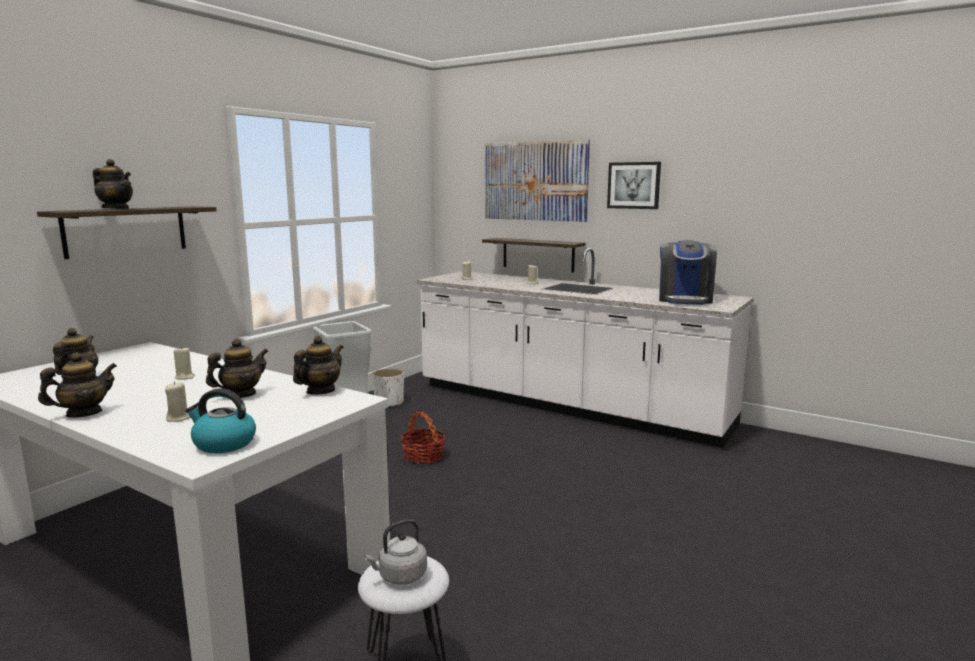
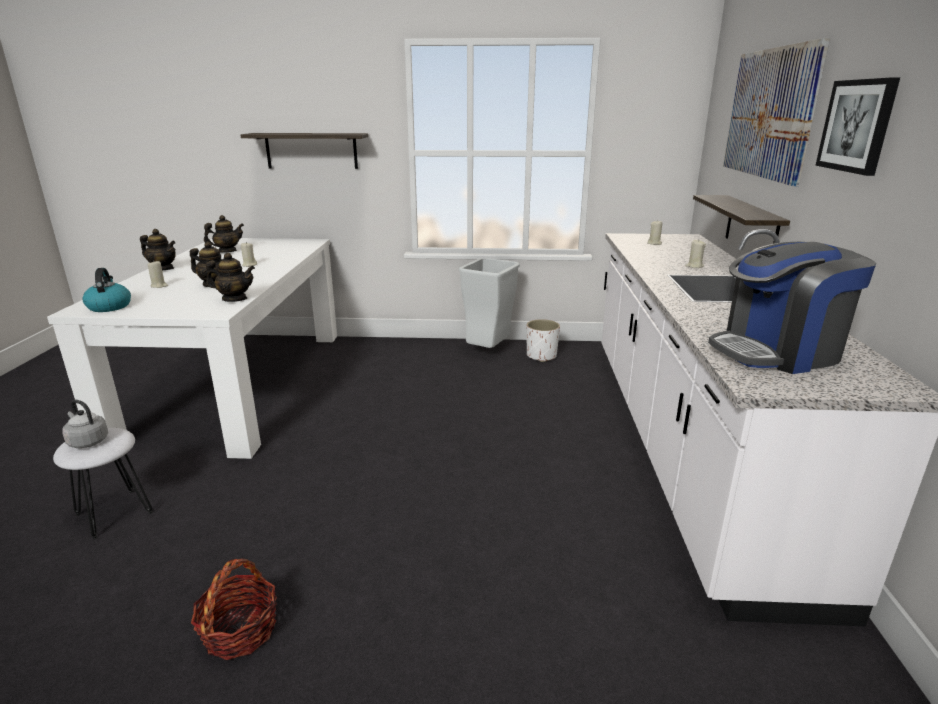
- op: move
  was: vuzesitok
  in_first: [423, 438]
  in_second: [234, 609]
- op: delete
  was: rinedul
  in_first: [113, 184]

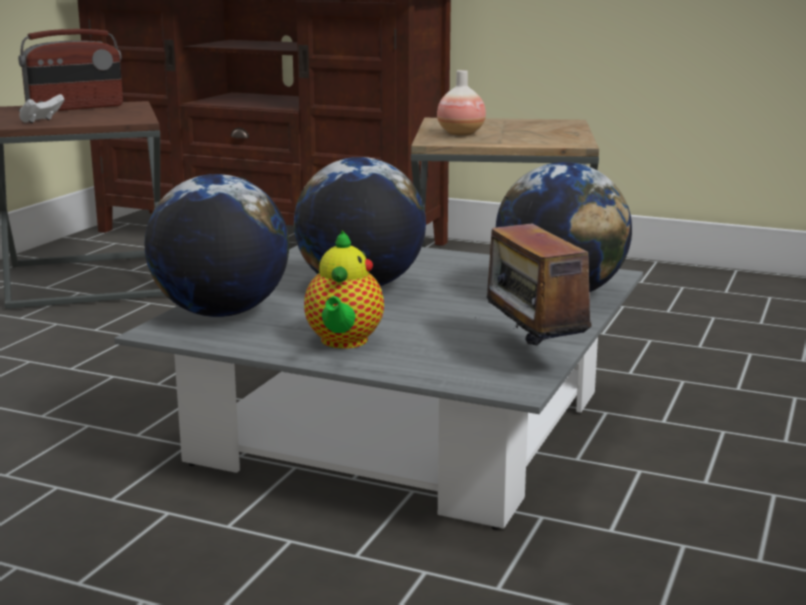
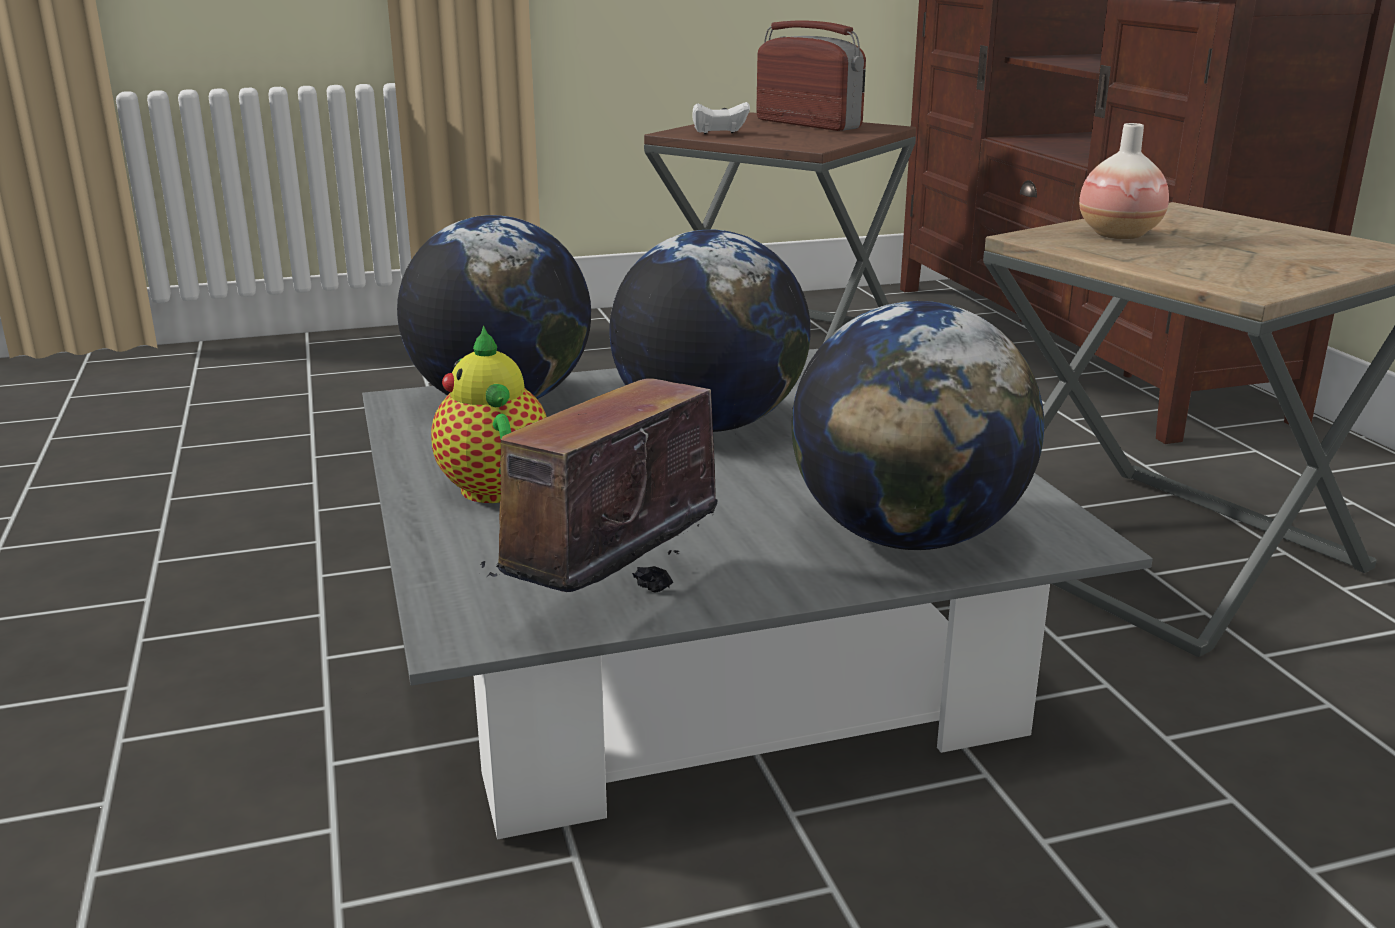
- op: rotate
  was: rinedul
  in_first: [344, 289]
  in_second: [489, 414]
  clockwise: 105
- op: rotate
  was: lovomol
  in_first: [70, 70]
  in_second: [811, 75]
  clockwise: -150

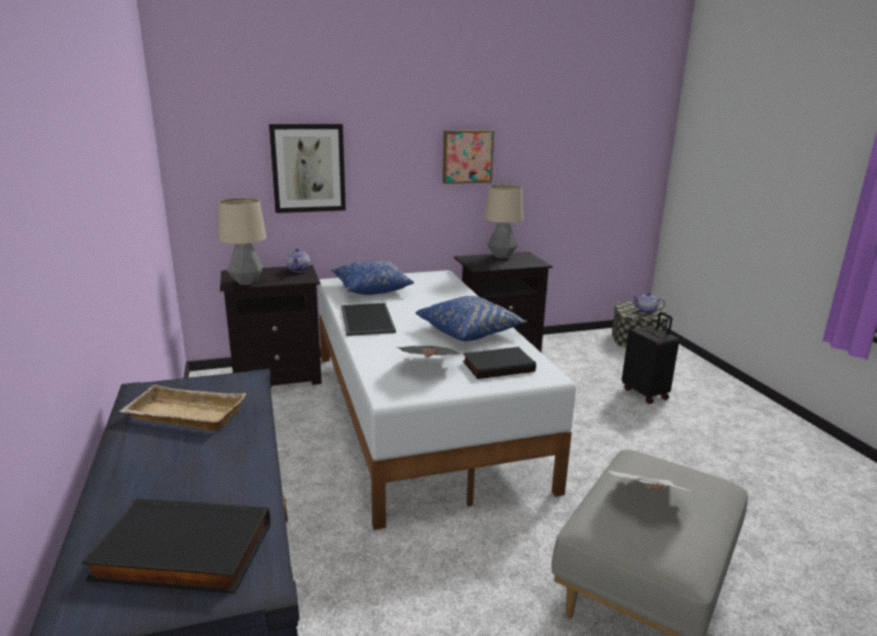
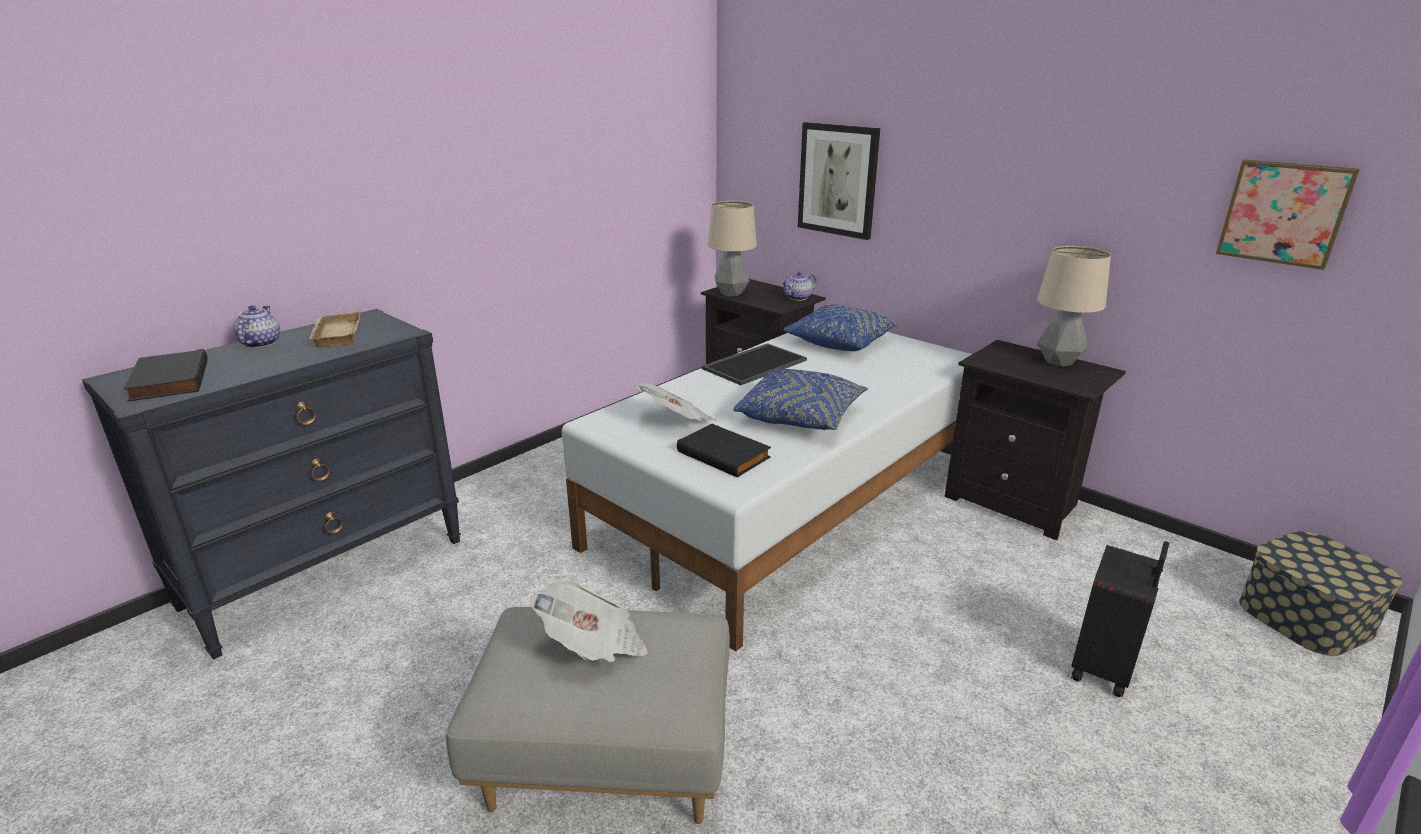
- op: move
  was: rinedul
  in_first: [648, 303]
  in_second: [256, 326]
- op: move
  was: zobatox
  in_first: [468, 157]
  in_second: [1288, 215]

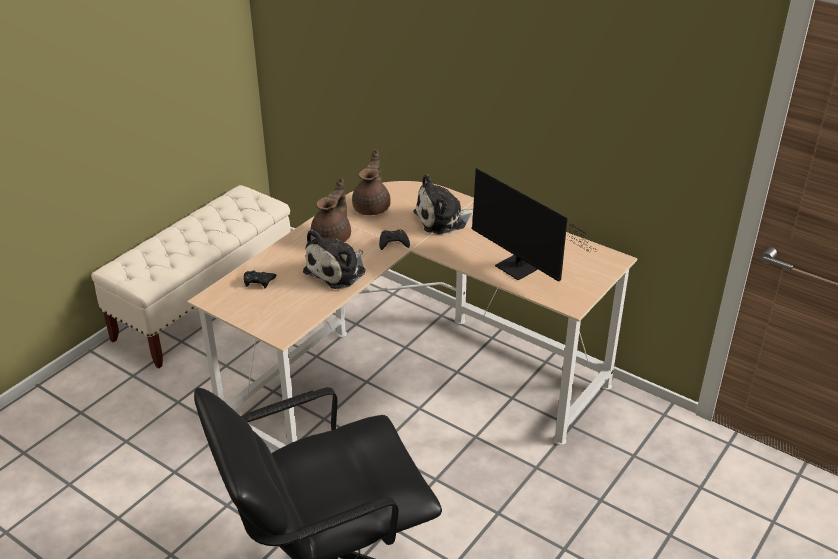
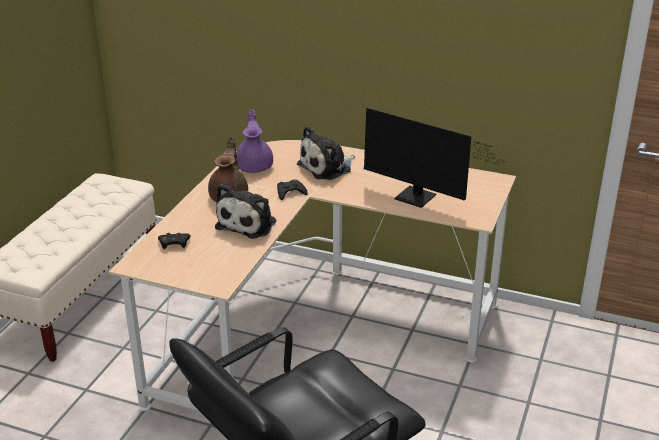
- op: recolor
  was: brown rinedul
  now: purple rinedul
  in_first: [371, 182]
  in_second: [254, 141]

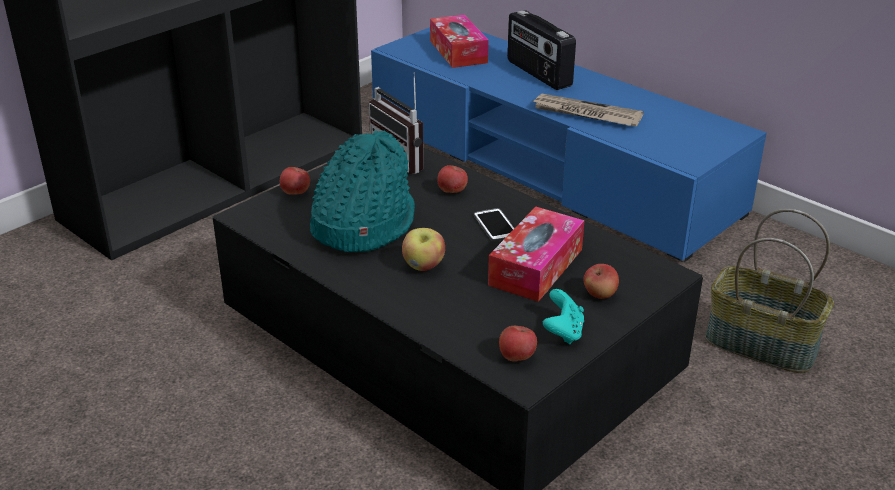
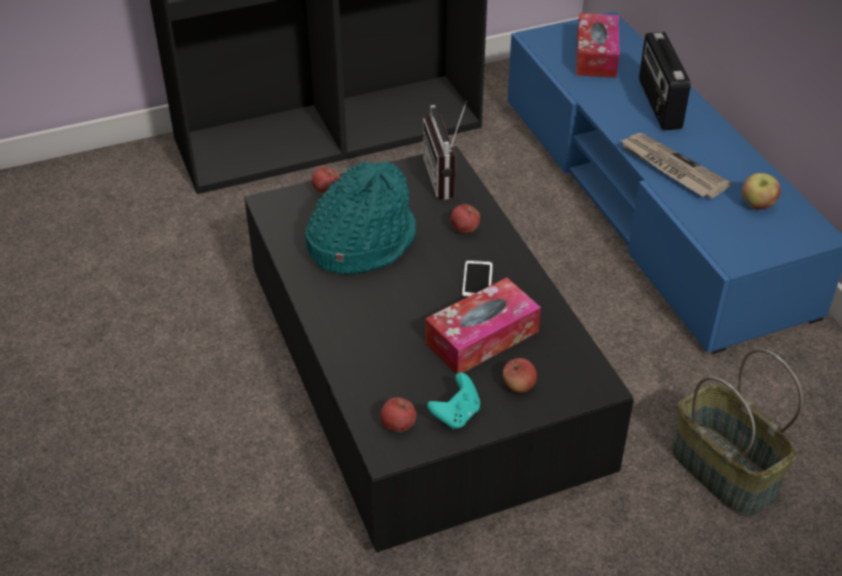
- op: move
  was: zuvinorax
  in_first: [423, 249]
  in_second: [761, 191]

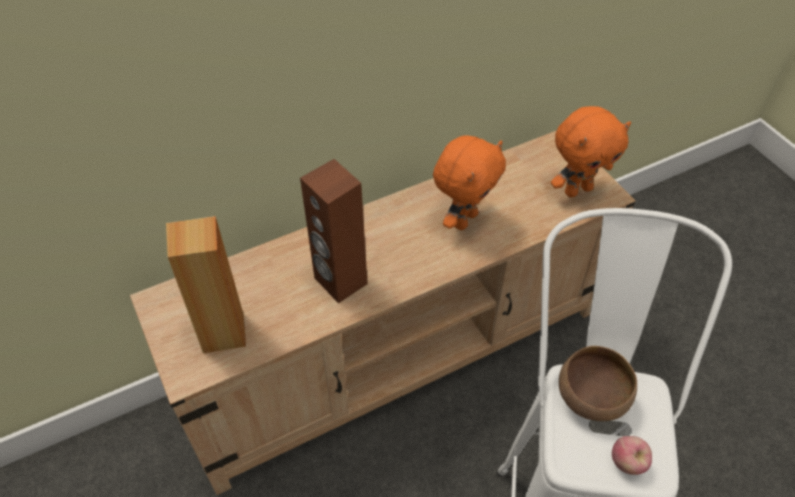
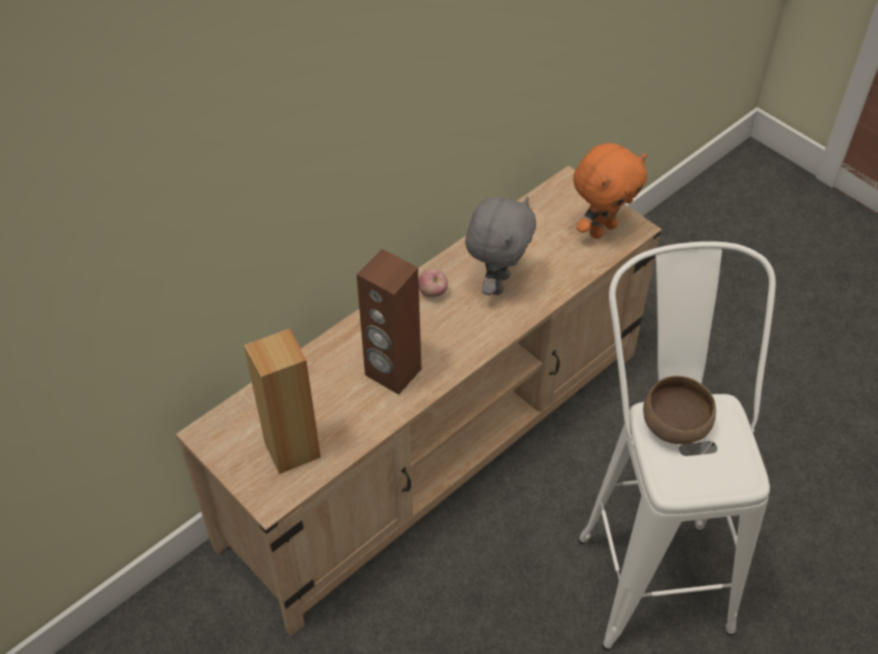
- op: move
  was: zuvinorax
  in_first: [632, 455]
  in_second: [433, 283]
- op: recolor
  was: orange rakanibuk
  now: grey rakanibuk
  in_first: [469, 182]
  in_second: [500, 245]

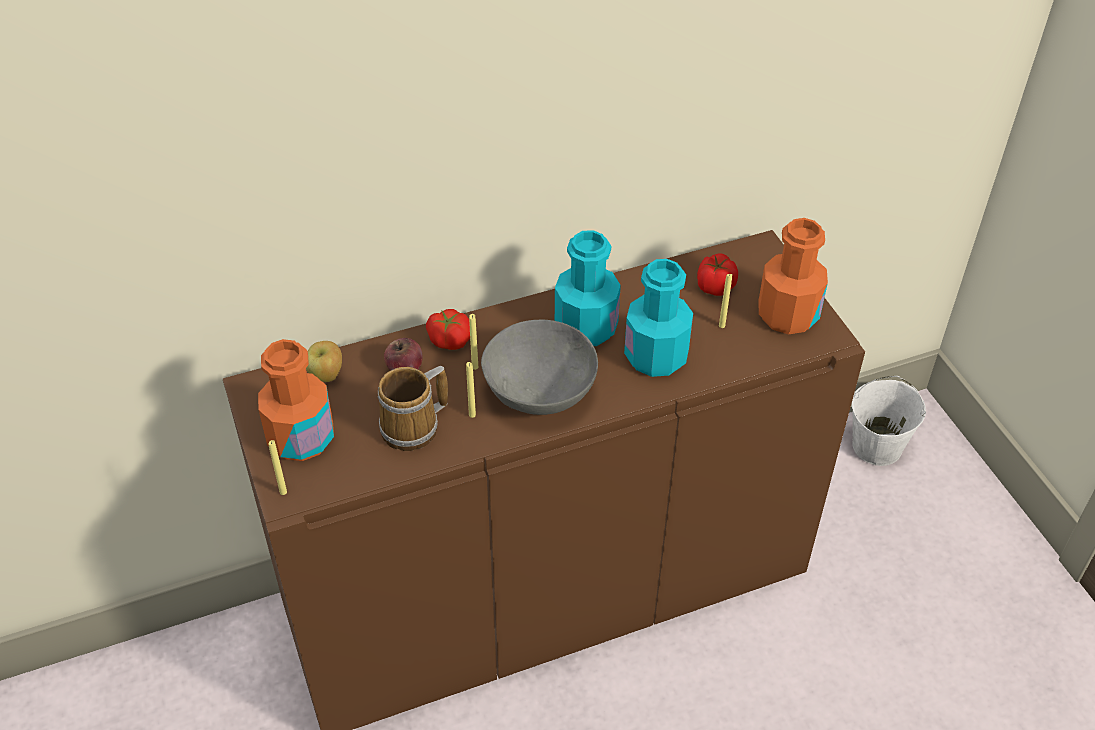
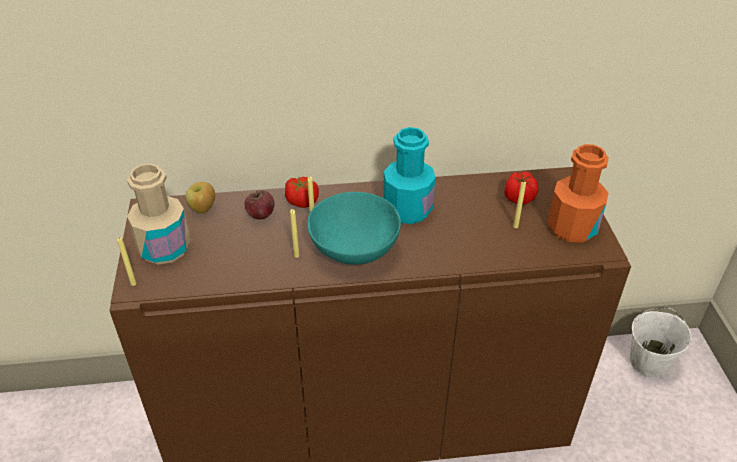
- op: recolor
  was: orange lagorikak
  now: beige lagorikak
  in_first: [296, 400]
  in_second: [159, 214]
- op: recolor
  was: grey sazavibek
  now: turquoise sazavibek
  in_first: [539, 367]
  in_second: [354, 228]
- op: delete
  was: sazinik
  in_first: [413, 408]
- op: delete
  was: turquoise lagorikak
  in_first: [658, 318]

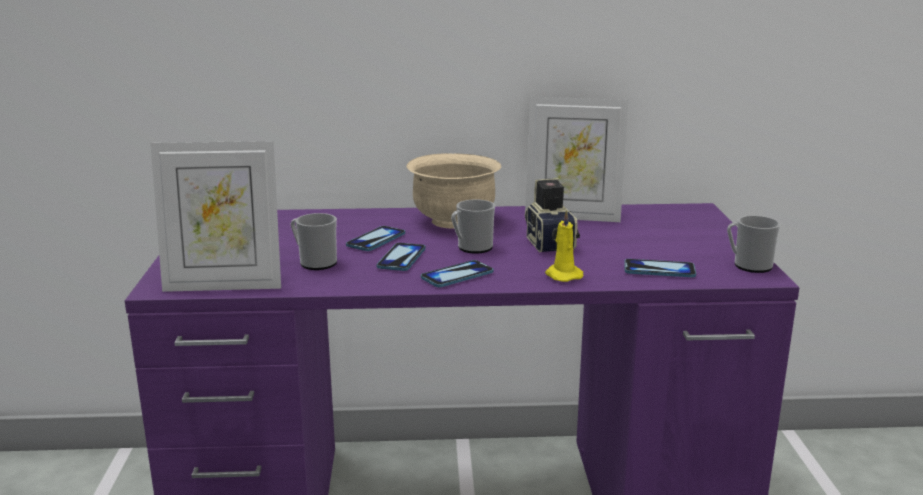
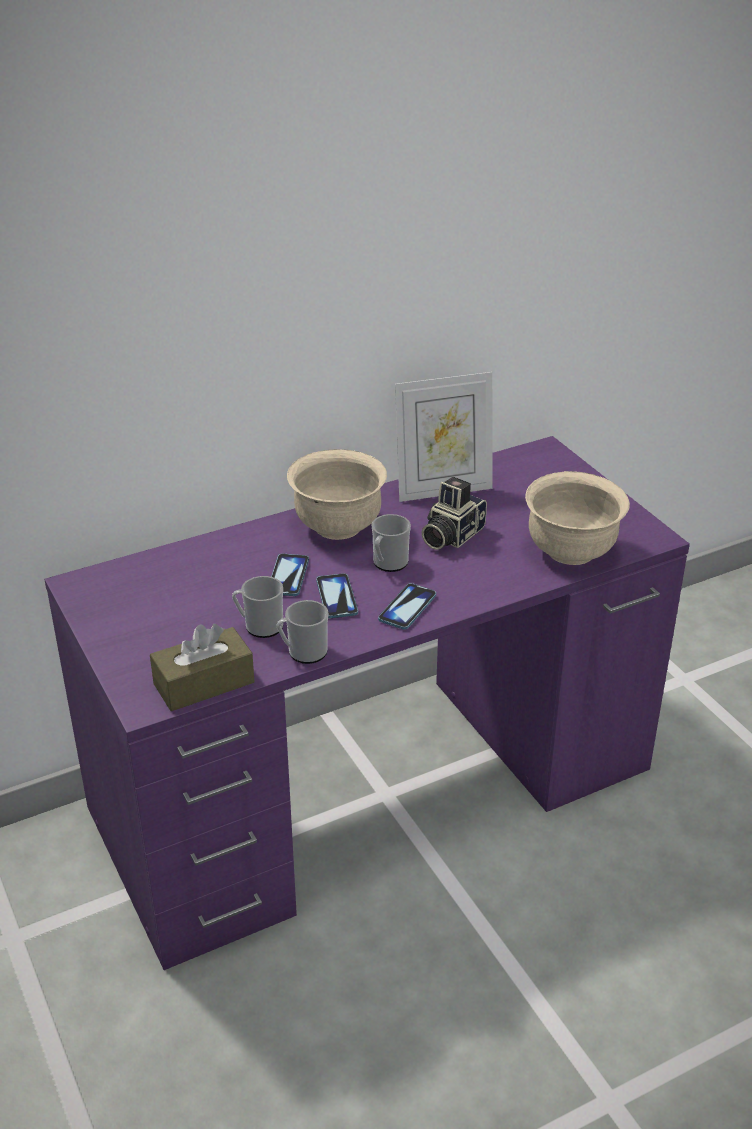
- op: replace
  was: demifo
  now: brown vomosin
  in_first: [215, 216]
  in_second: [202, 667]
- op: move
  was: sazinik
  in_first: [754, 244]
  in_second: [302, 632]
- op: rotate
  was: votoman
  in_first: [552, 215]
  in_second: [454, 513]
  clockwise: -105
- op: replace
  was: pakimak
  now: beige sazavibek
  in_first: [660, 268]
  in_second: [577, 518]
- op: delete
  was: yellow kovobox
  in_first: [564, 245]

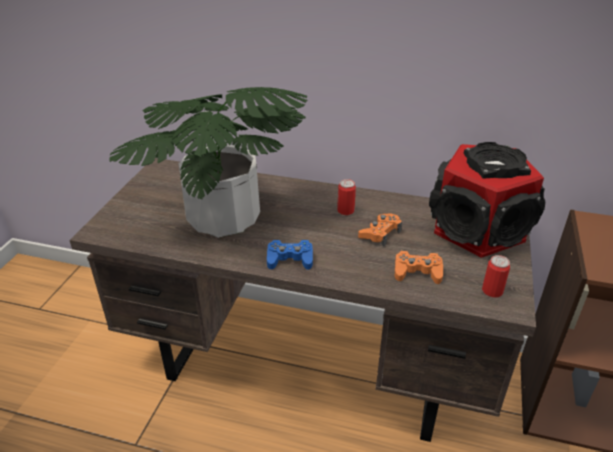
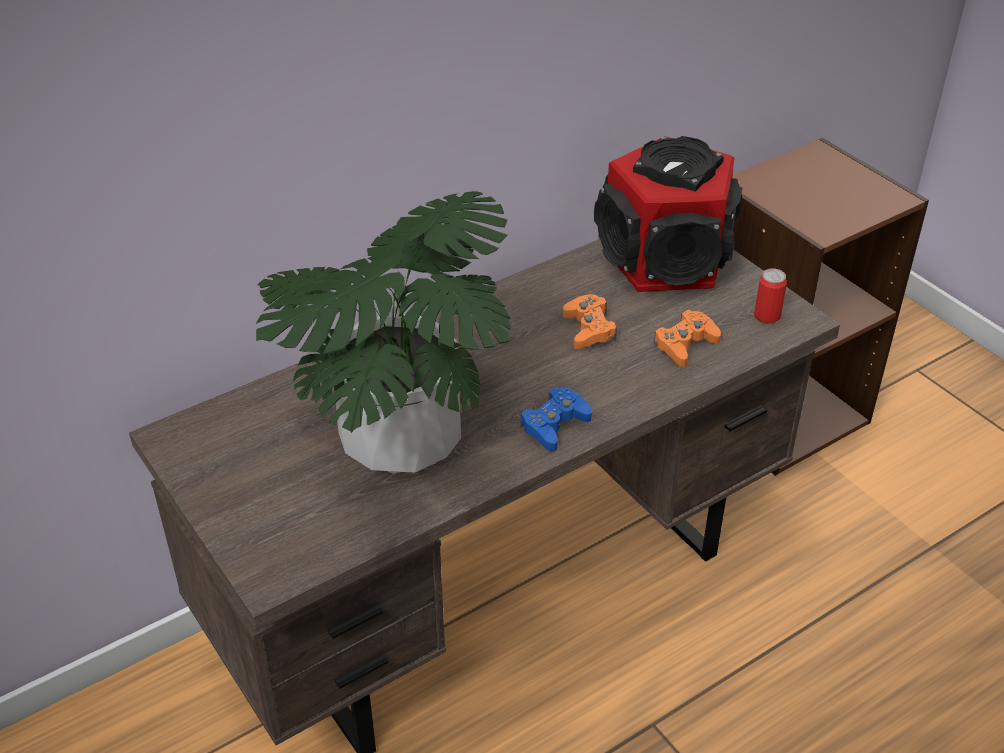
- op: delete
  was: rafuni
  in_first: [346, 197]

